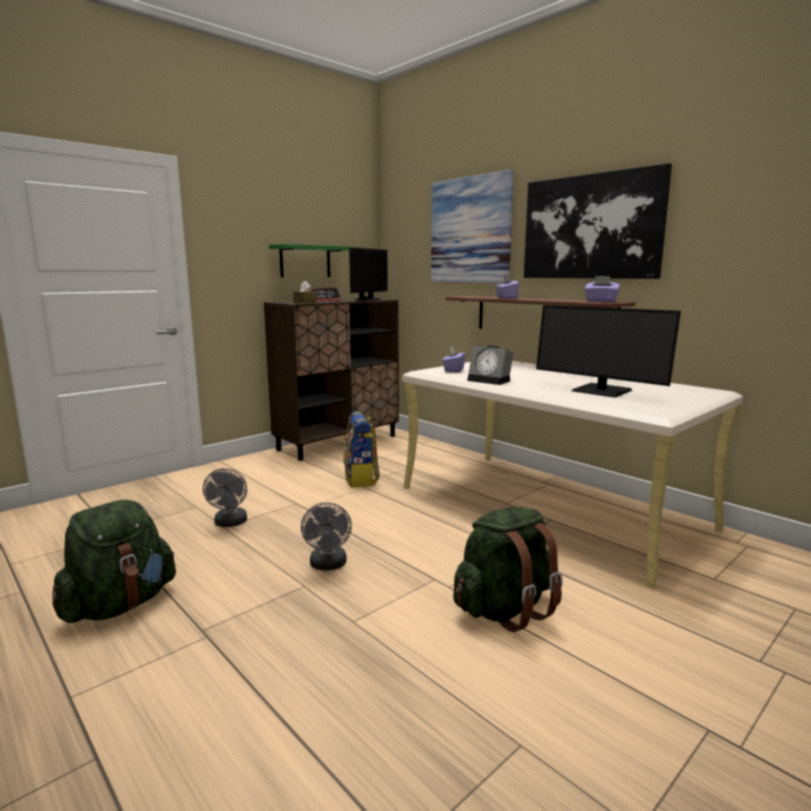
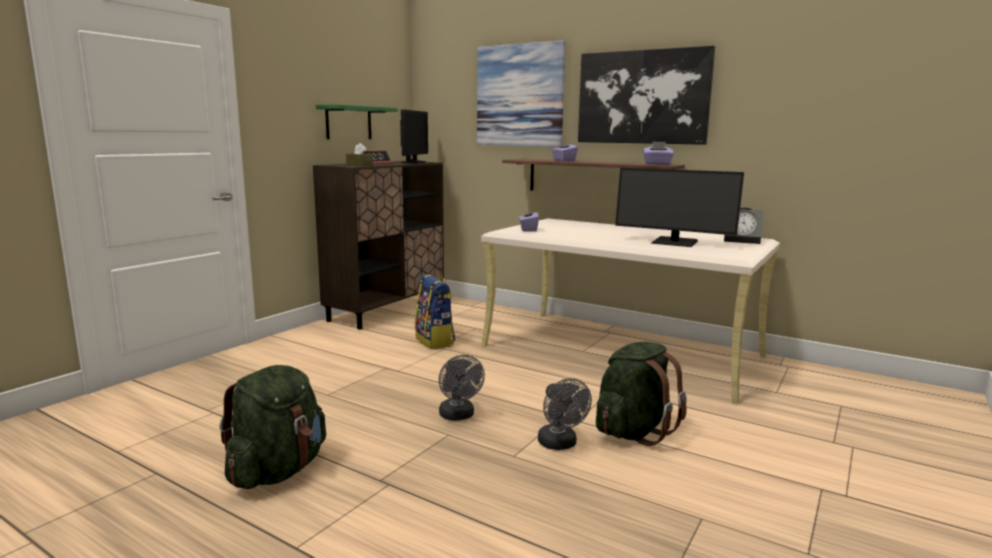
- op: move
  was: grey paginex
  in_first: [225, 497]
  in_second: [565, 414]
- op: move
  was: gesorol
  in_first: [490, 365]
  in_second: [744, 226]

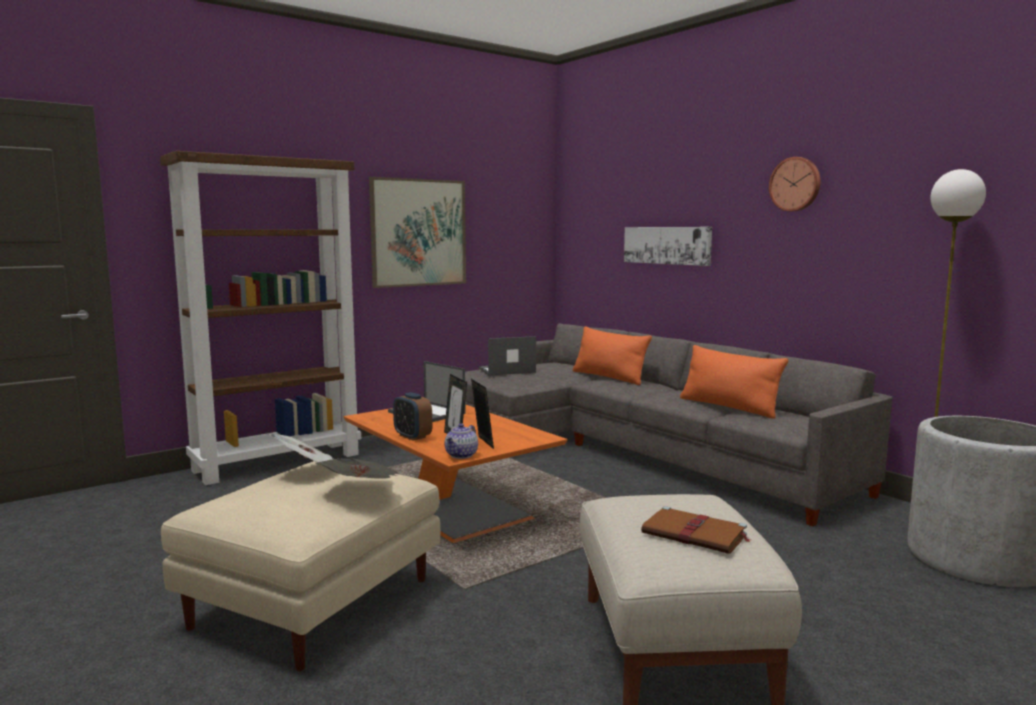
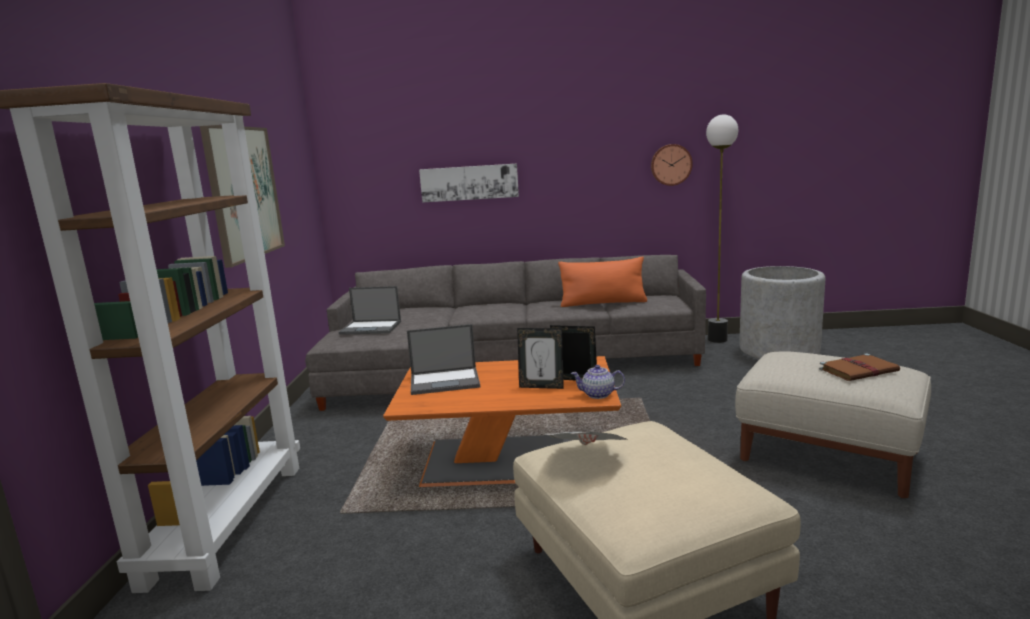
- op: rotate
  was: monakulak
  in_first: [507, 355]
  in_second: [370, 310]
  clockwise: -105
- op: rotate
  was: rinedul
  in_first: [461, 441]
  in_second: [598, 382]
  clockwise: 120
- op: move
  was: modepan
  in_first: [794, 184]
  in_second: [672, 165]
- op: delete
  was: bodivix
  in_first: [356, 468]
- op: delete
  was: gesorol
  in_first: [412, 416]
- op: delete
  was: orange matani
  in_first: [612, 355]

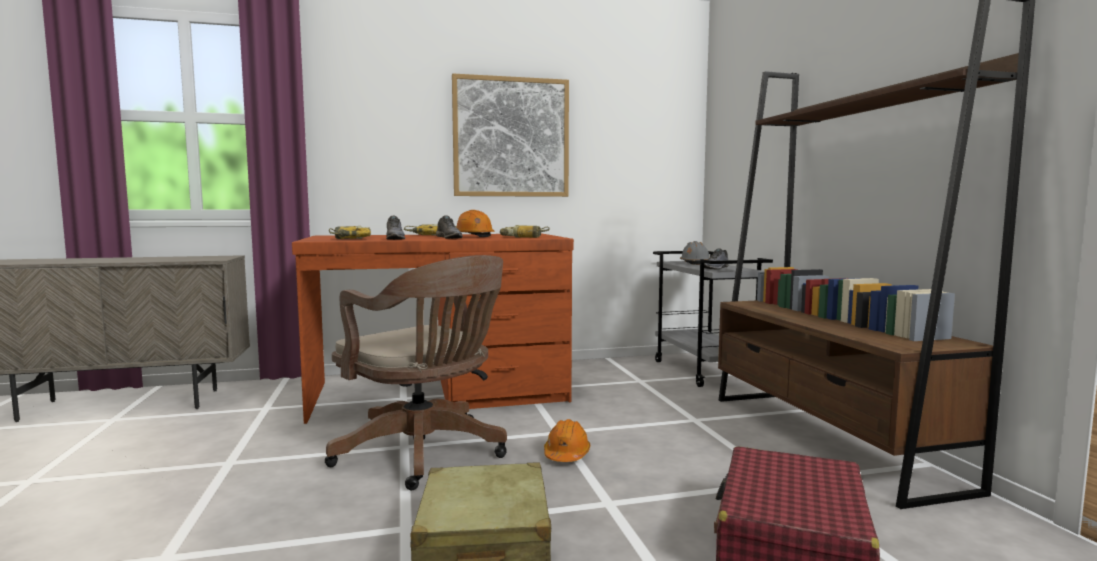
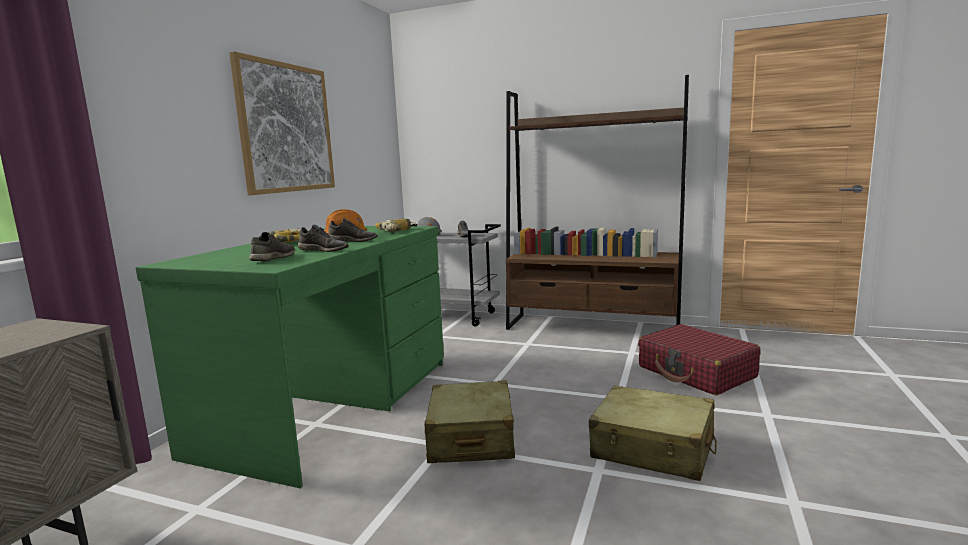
- op: recolor
  was: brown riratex
  now: green riratex
  in_first: [433, 328]
  in_second: [290, 357]
- op: replace
  was: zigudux
  now: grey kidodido
  in_first: [350, 232]
  in_second: [272, 246]
- op: replace
  was: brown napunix
  now: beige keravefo
  in_first: [416, 372]
  in_second: [469, 422]
- op: delete
  was: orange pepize
  in_first: [567, 440]

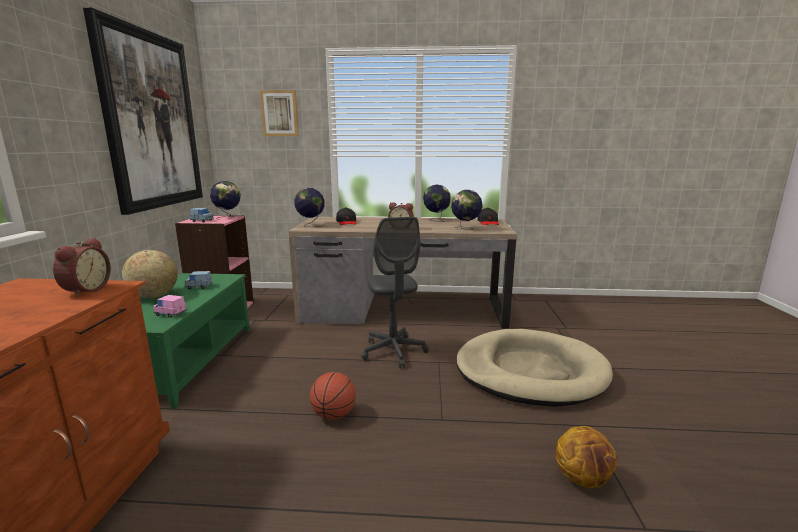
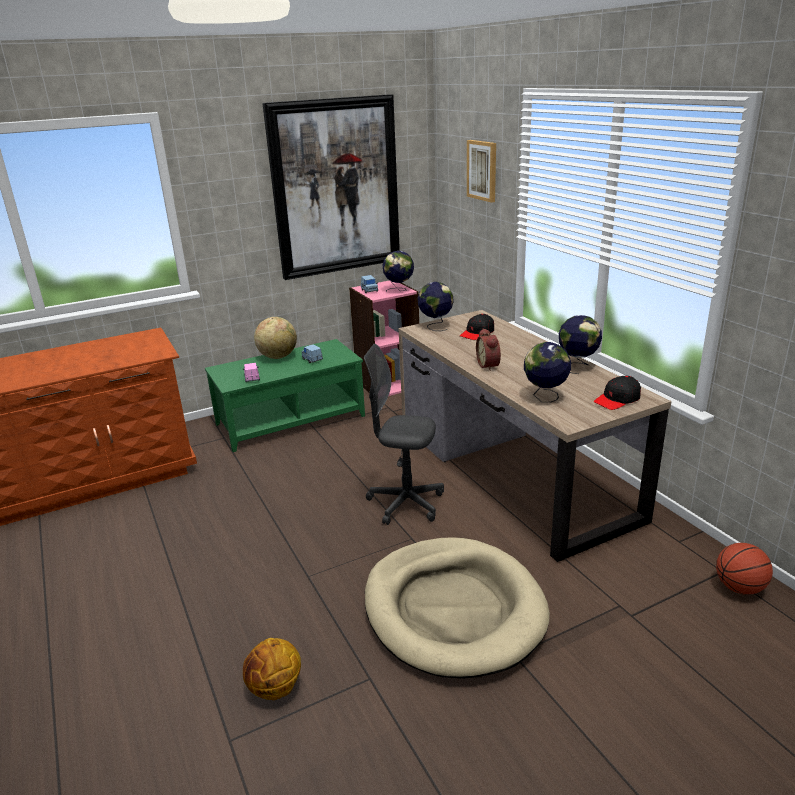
- op: rotate
  was: grey napunix
  in_first: [395, 292]
  in_second: [404, 434]
  clockwise: 60
- op: move
  was: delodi
  in_first: [333, 396]
  in_second: [744, 569]
- op: delete
  was: gesorol
  in_first: [82, 267]

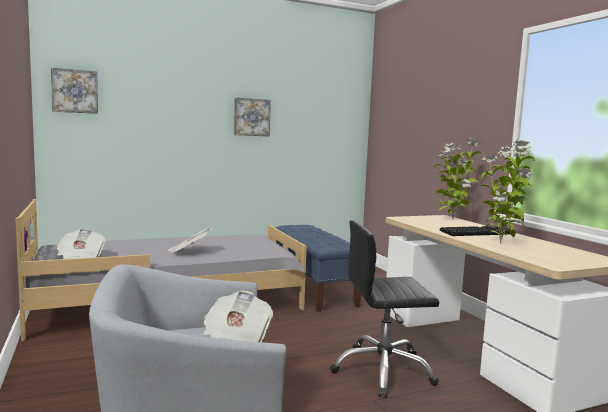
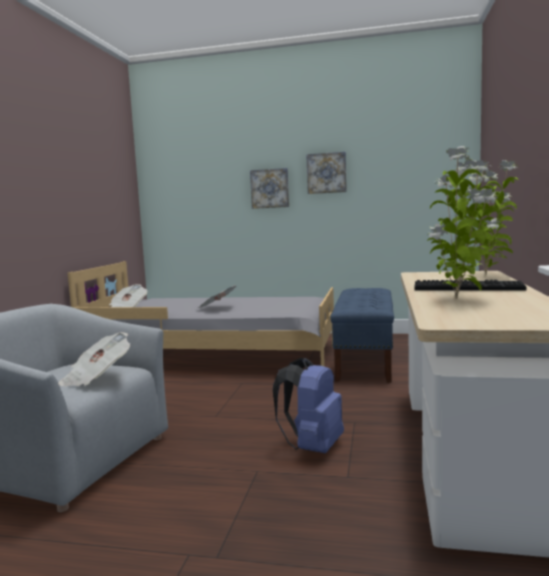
- op: move
  was: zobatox
  in_first: [74, 91]
  in_second: [269, 188]
- op: replace
  was: black napunix
  now: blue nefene
  in_first: [384, 309]
  in_second: [308, 405]

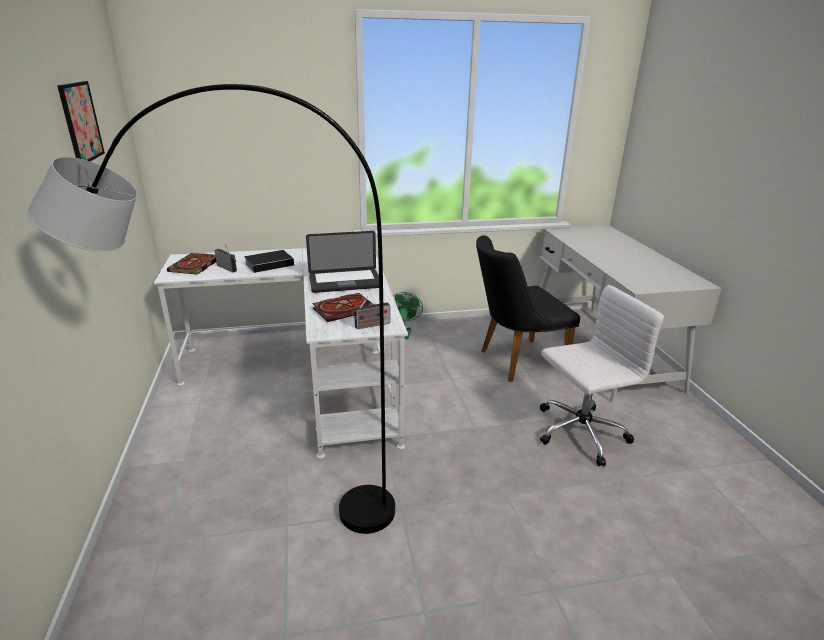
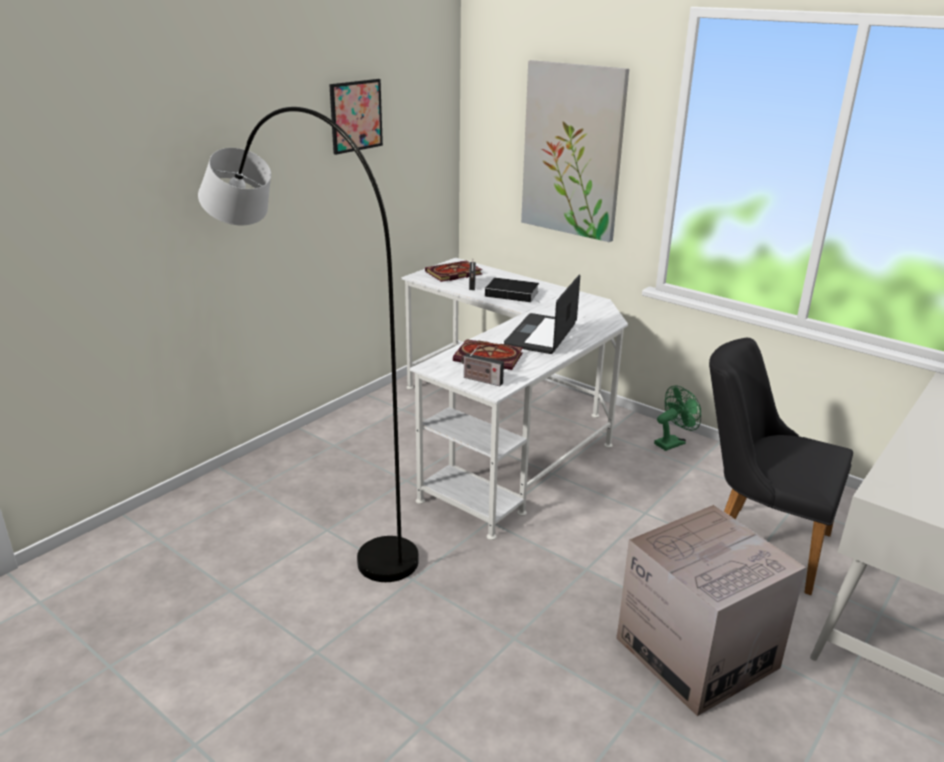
- op: rotate
  was: monakulak
  in_first: [342, 262]
  in_second: [542, 314]
  clockwise: 75
- op: insert
  now: zobatox
  in_second: [575, 151]
- op: replace
  was: white napunix
  now: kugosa
  in_first: [602, 375]
  in_second: [711, 610]

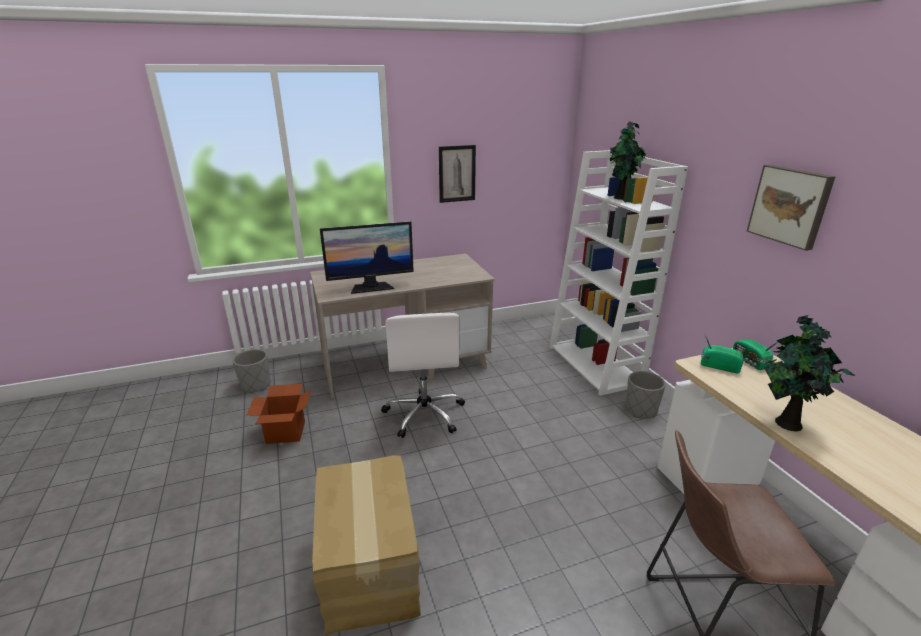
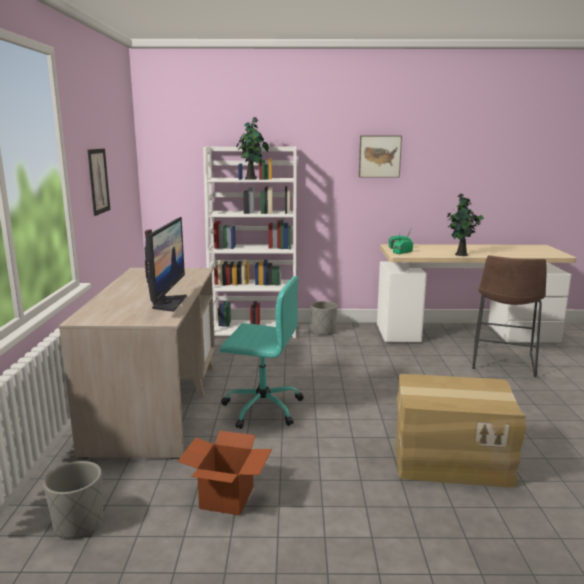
- op: recolor
  was: white napunix
  now: turquoise napunix
  in_first: [423, 375]
  in_second: [262, 352]

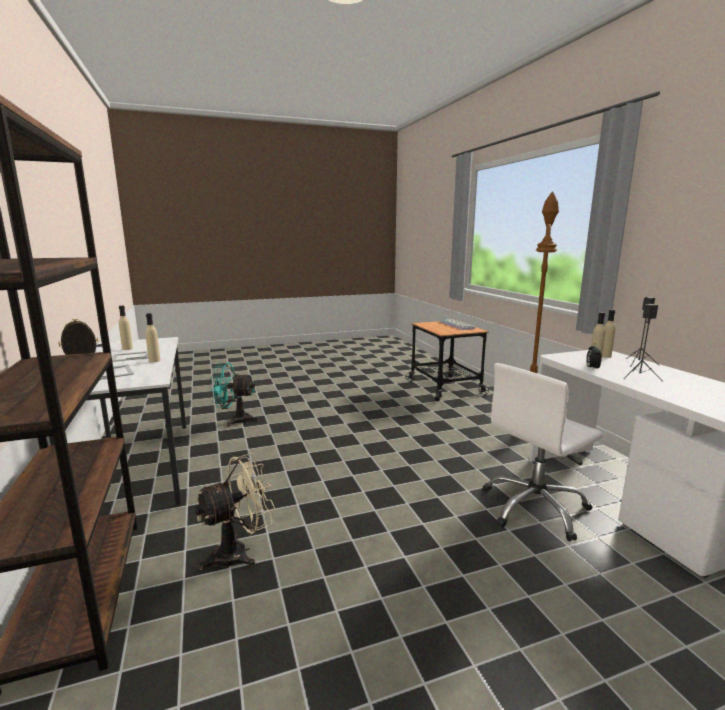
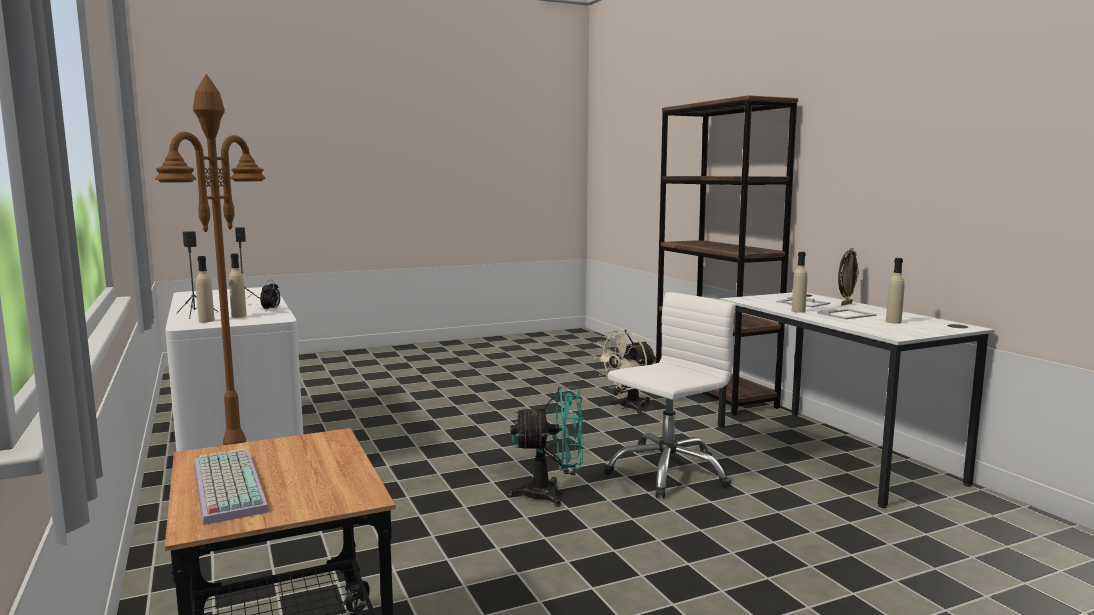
- op: move
  was: turquoise paginex
  in_first: [234, 395]
  in_second: [546, 447]
- op: move
  was: white napunix
  in_first: [543, 452]
  in_second: [669, 395]

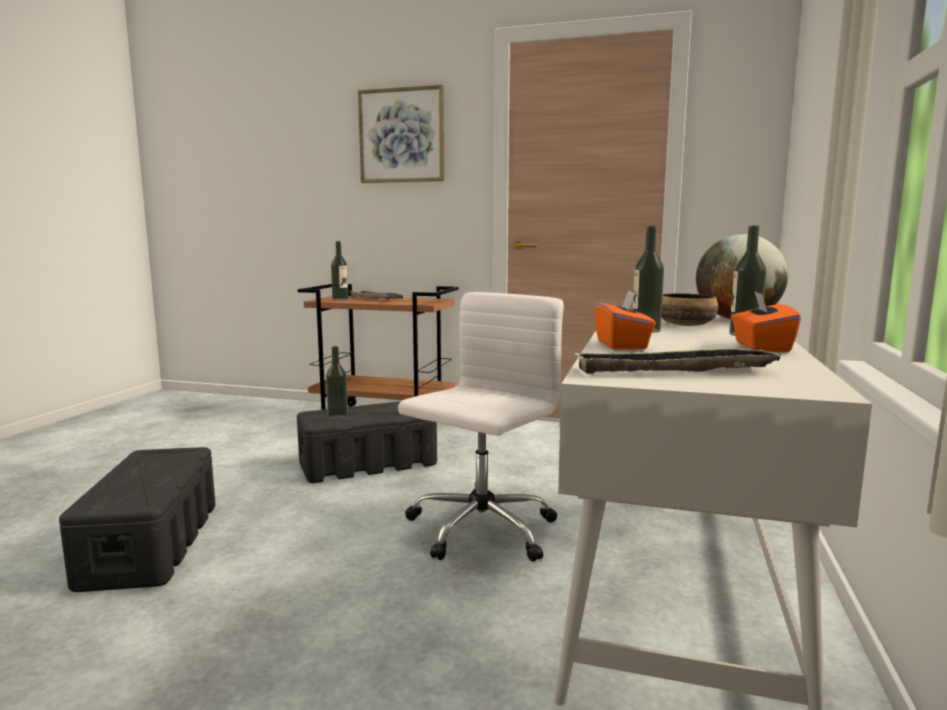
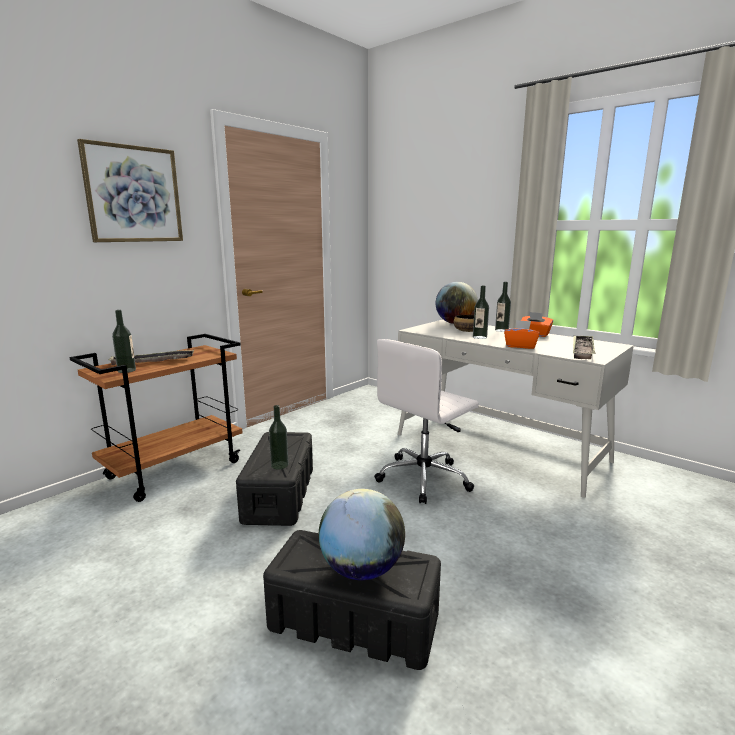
- op: insert
  now: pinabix
  in_second: [362, 534]
- op: rotate
  was: white napunix
  in_first: [481, 427]
  in_second: [426, 421]
  clockwise: -105

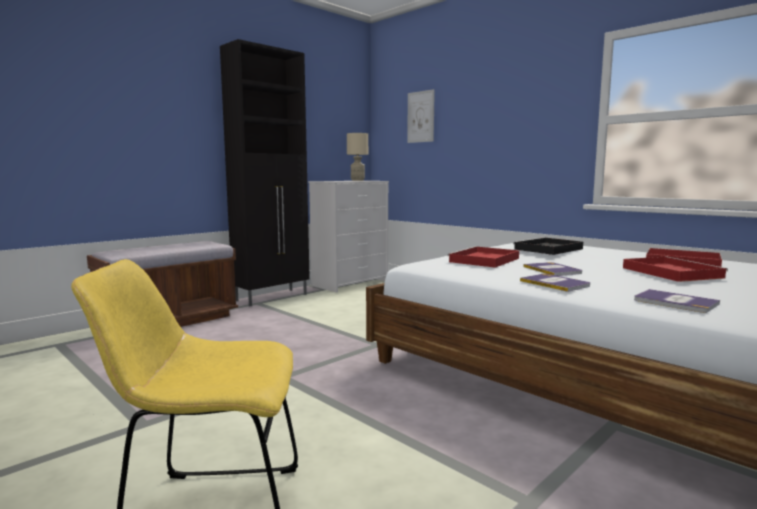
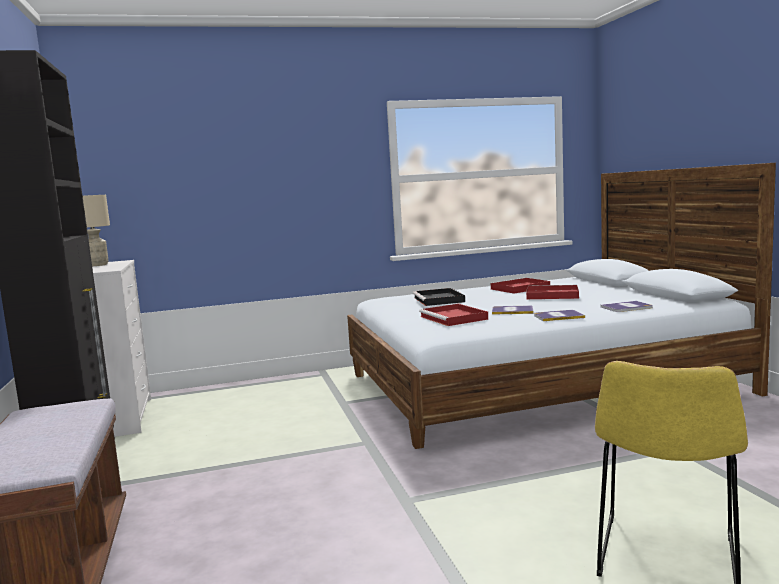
- op: delete
  was: zobatox
  in_first: [421, 116]

